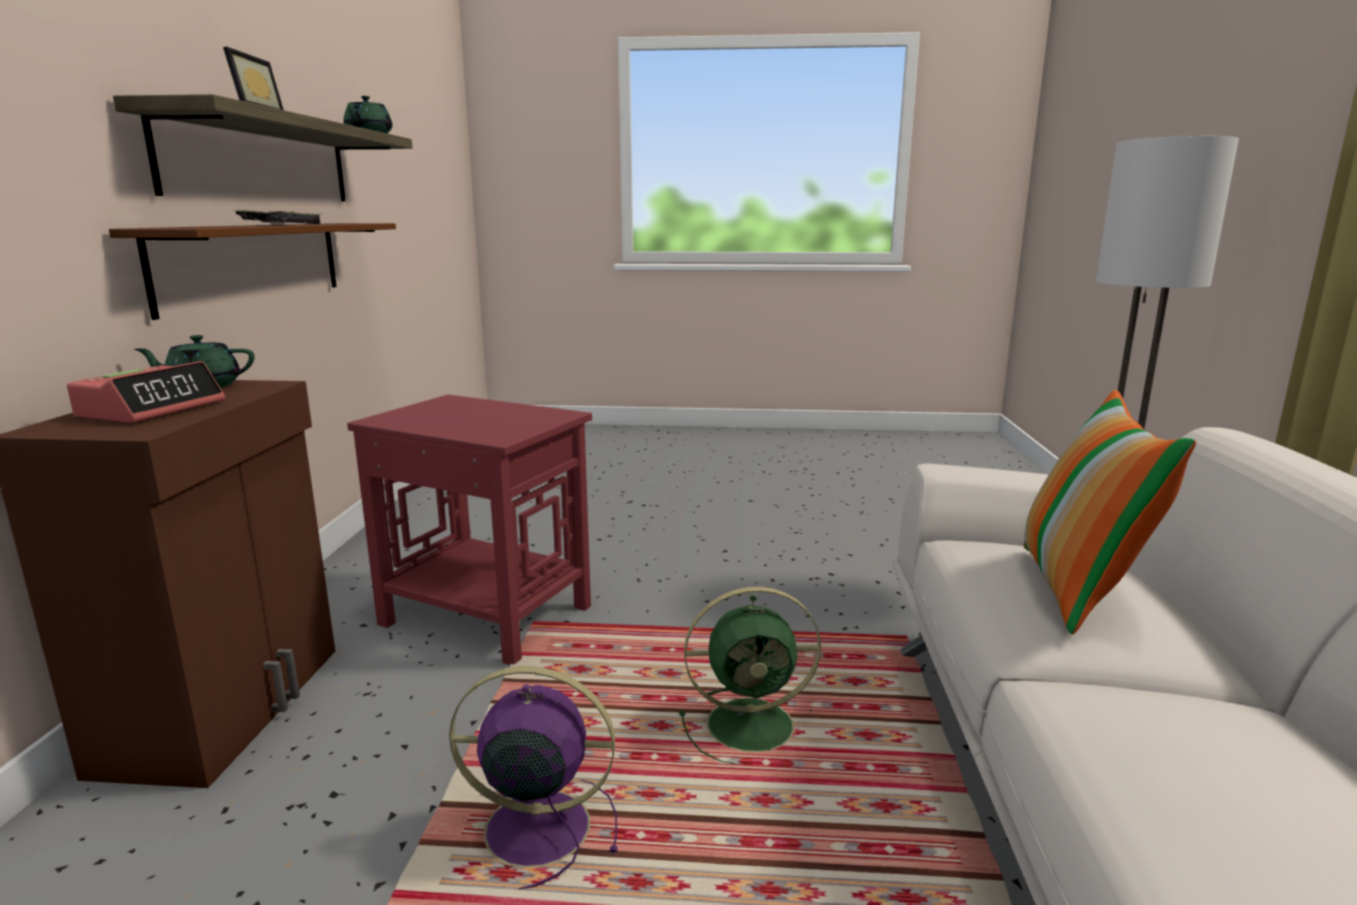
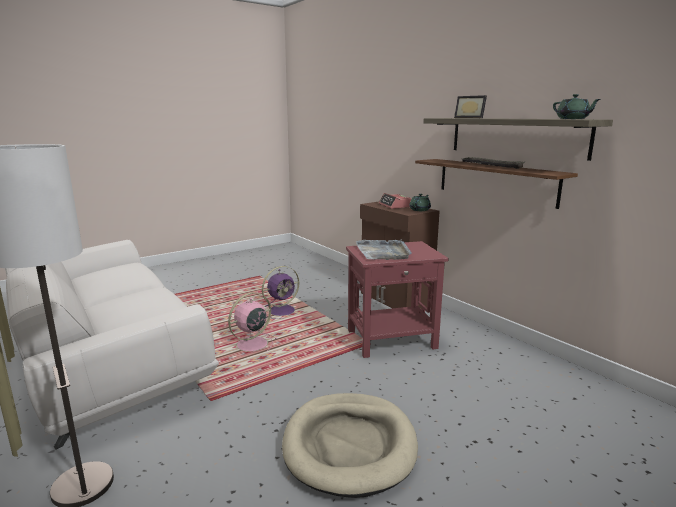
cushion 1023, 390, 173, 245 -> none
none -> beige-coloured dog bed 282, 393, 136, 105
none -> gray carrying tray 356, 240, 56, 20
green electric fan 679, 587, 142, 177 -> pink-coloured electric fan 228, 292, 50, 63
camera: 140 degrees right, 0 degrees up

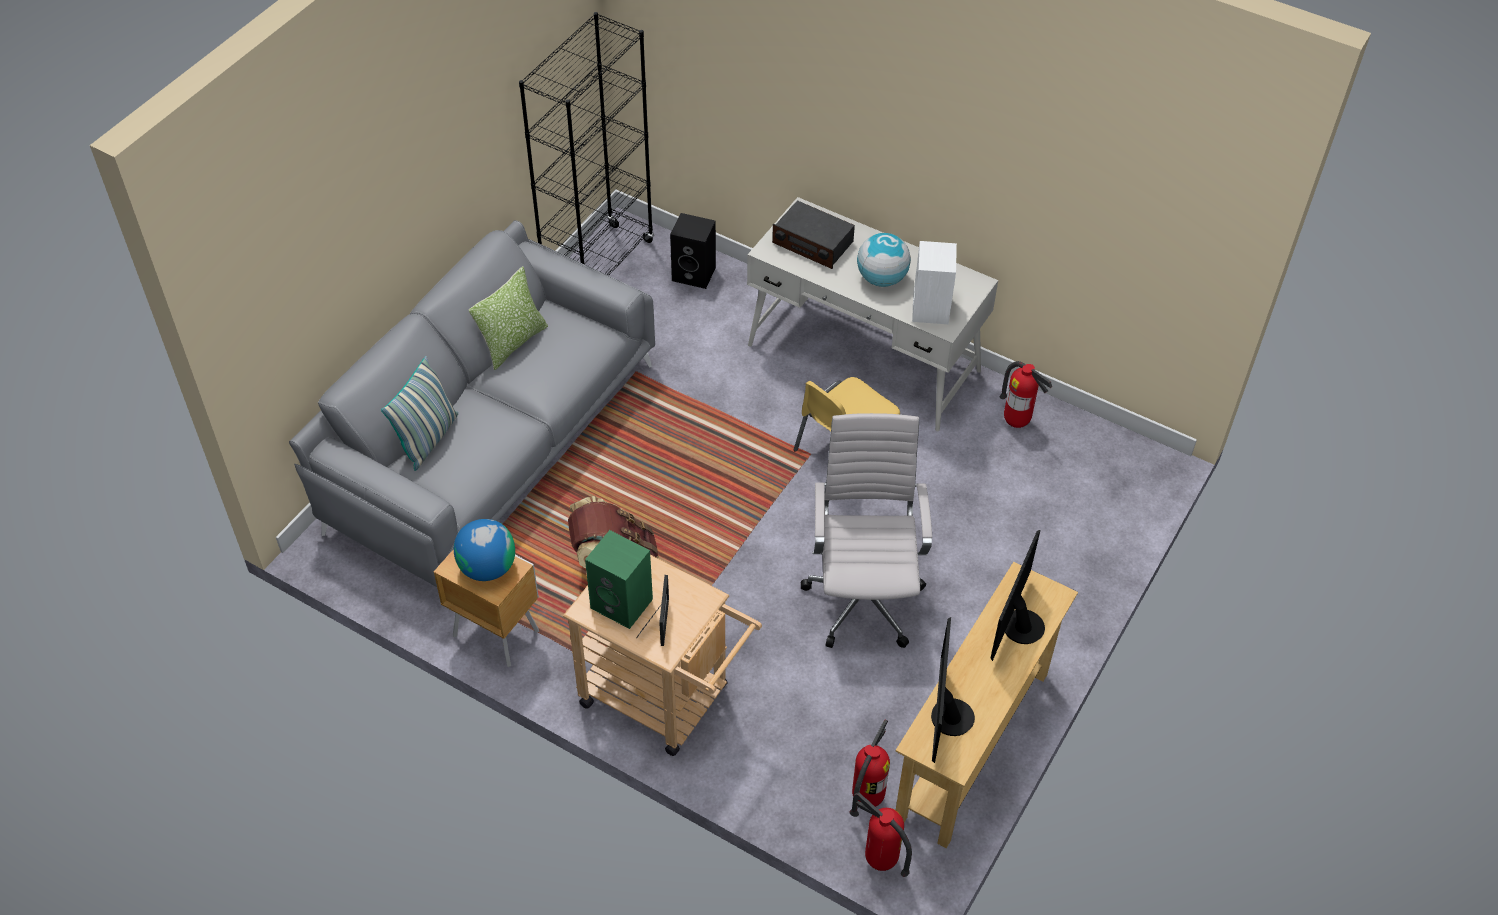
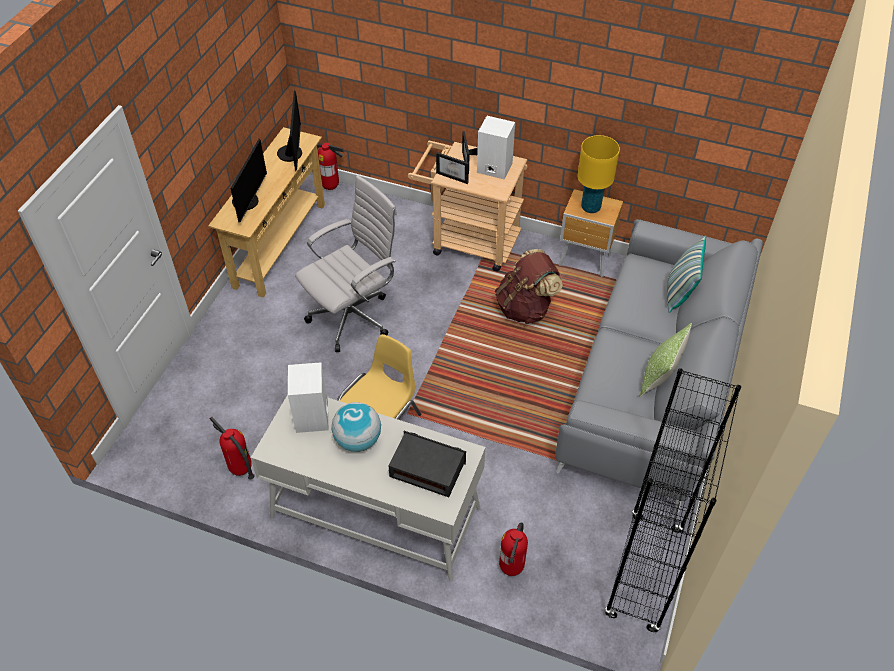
blackish audio speaker 670, 213, 46, 76 -> none
none -> picture frame 436, 152, 33, 32
extinguisher 849, 719, 41, 98 -> extinguisher 499, 522, 29, 54, relocated
globe 454, 519, 61, 62 -> yellowish tabletop lamp 578, 135, 42, 78
green audio speaker 585, 530, 68, 99 -> white-coloured audio speaker 477, 116, 38, 63
white-coloured office chair 801, 413, 131, 235 -> white-coloured office chair 295, 175, 102, 177, 120 degrees counterclockwise
camera: 170 degrees right, 0 degrees up

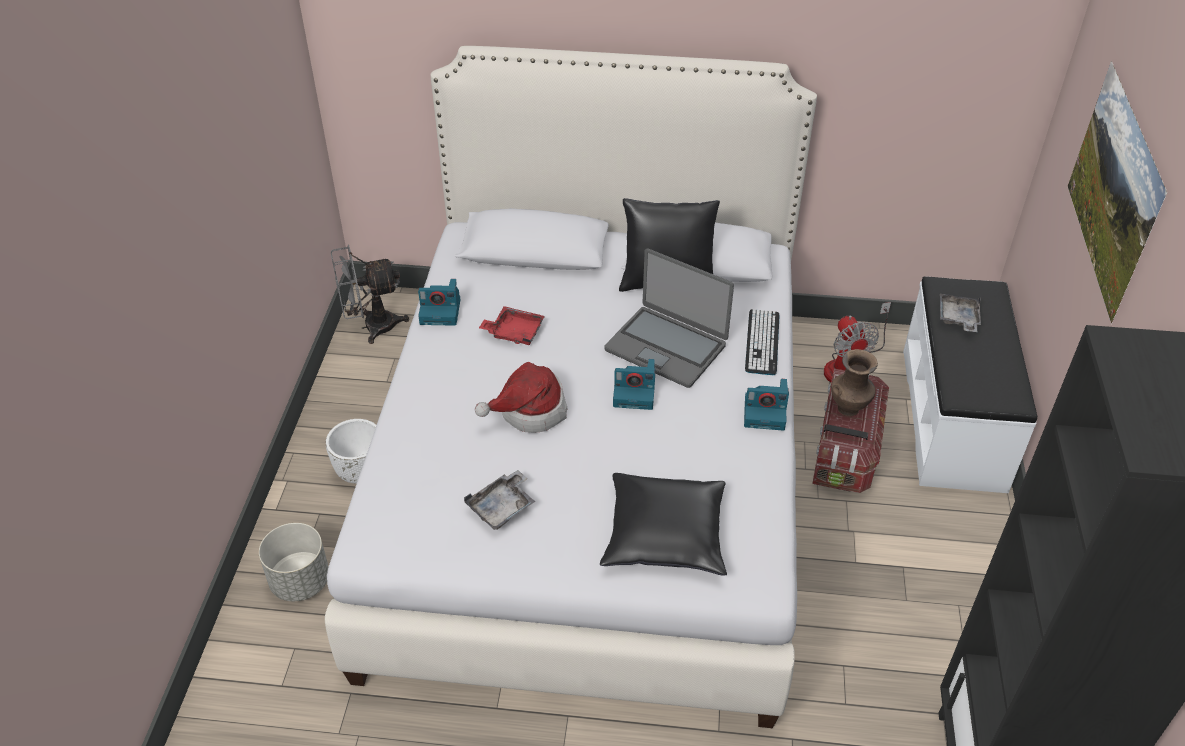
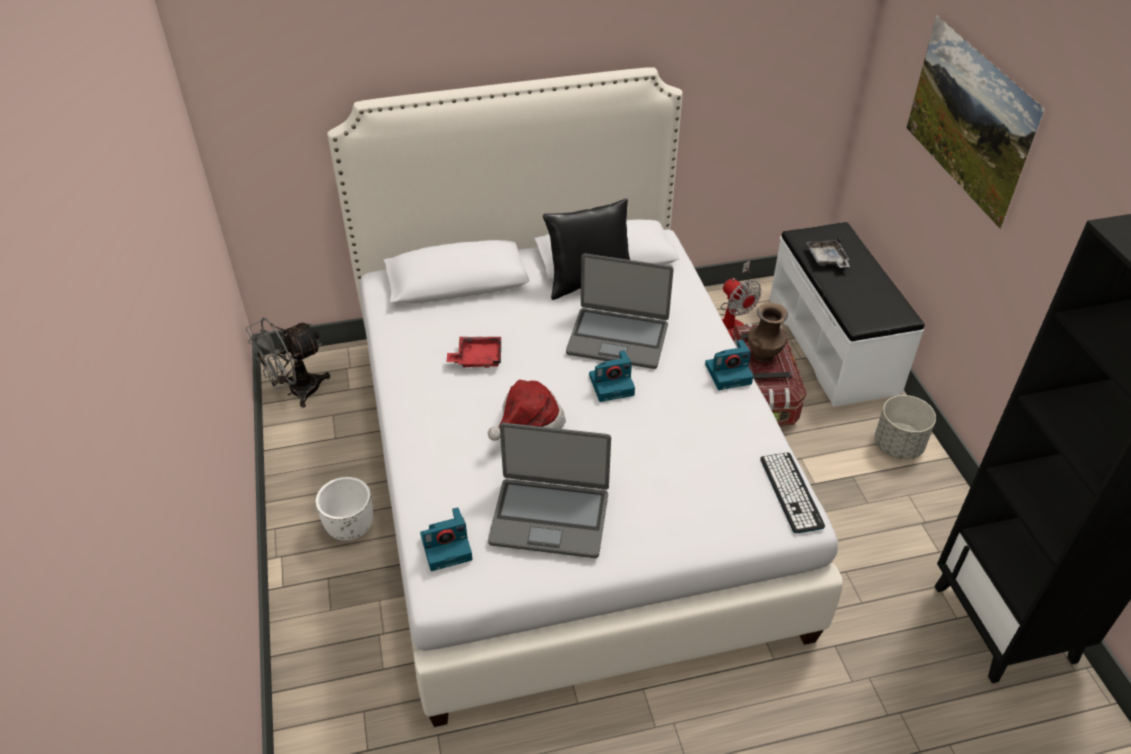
blackish cushion 600, 473, 127, 103 -> none
gray planter 259, 523, 70, 78 -> gray planter 875, 395, 61, 64, relocated
photo camera 418, 279, 42, 47 -> photo camera 420, 507, 52, 64, relocated
computer keyboard 745, 309, 35, 66 -> computer keyboard 760, 452, 65, 81, relocated
gray carrying tray 464, 470, 71, 60 -> portable computer 488, 423, 123, 135
camera: 20 degrees left, 0 degrees up

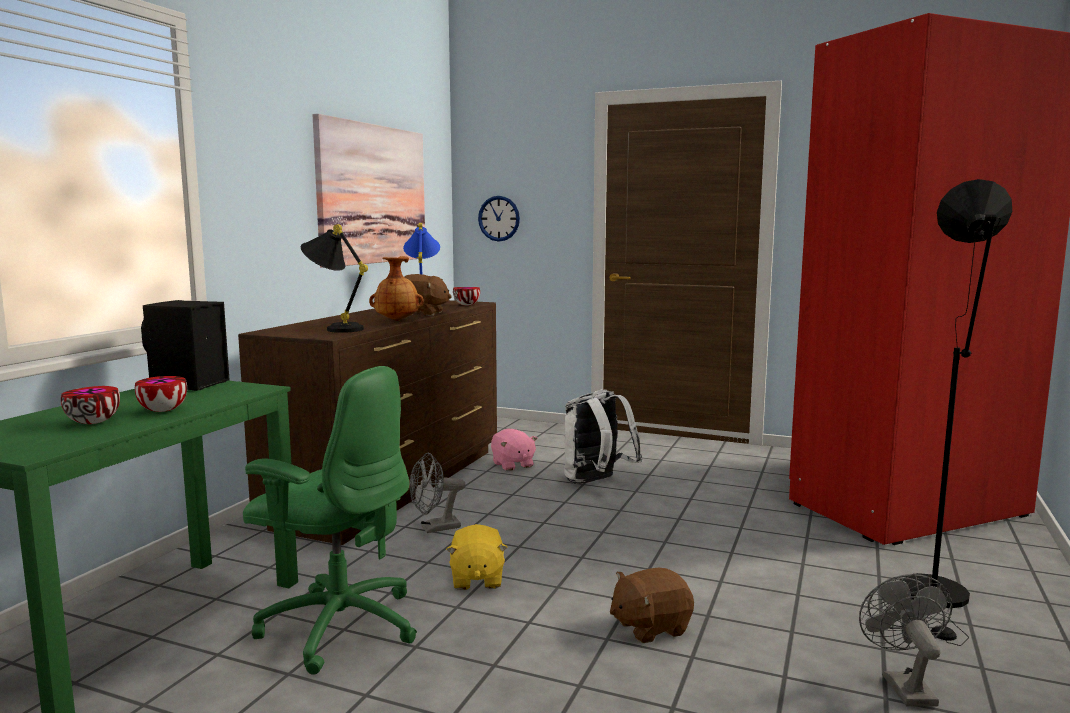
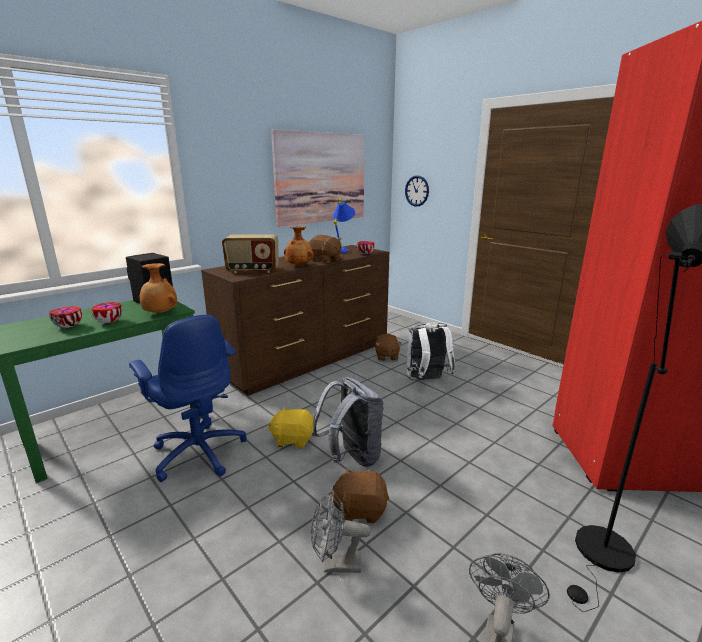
none -> brown decorative vase 140, 263, 37, 50
none -> gray backpack 312, 377, 72, 90
gray electric fan 410, 453, 55, 80 -> gray electric fan 311, 490, 60, 83, relocated
blackish tabletop lamp 301, 224, 67, 109 -> radio set 222, 234, 57, 39
green office chair 243, 366, 174, 309 -> bluish office chair 129, 315, 118, 167
pink-coloured cuddly toy 491, 429, 46, 42 -> brown cuddly toy 375, 334, 27, 27
yellowish cuddly toy 446, 524, 62, 66 -> yellowish cuddly toy 268, 407, 46, 41, 75 degrees clockwise
camera: 25 degrees right, 10 degrees up

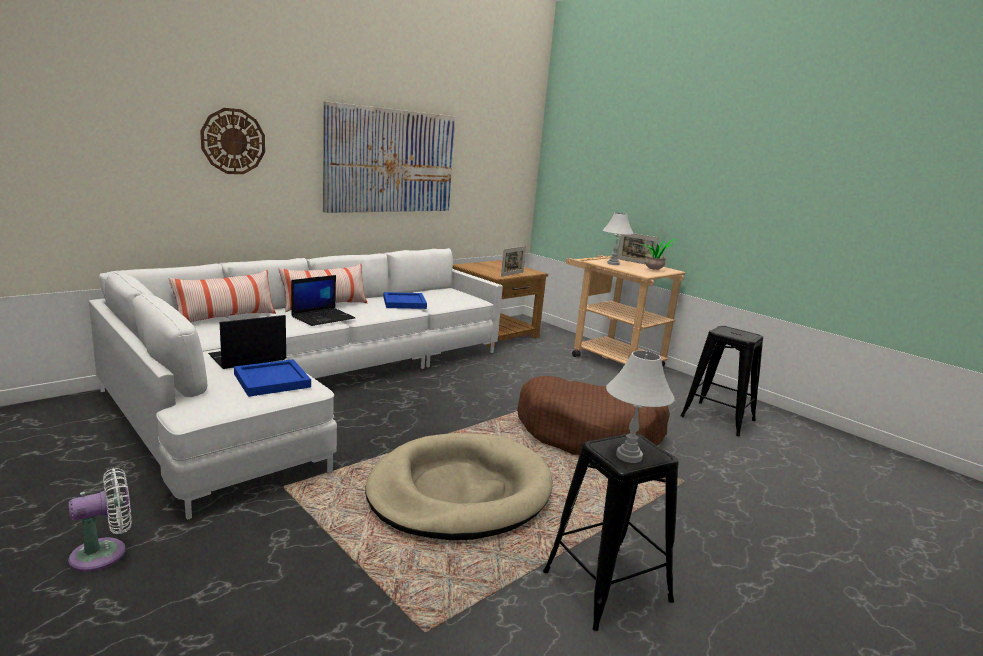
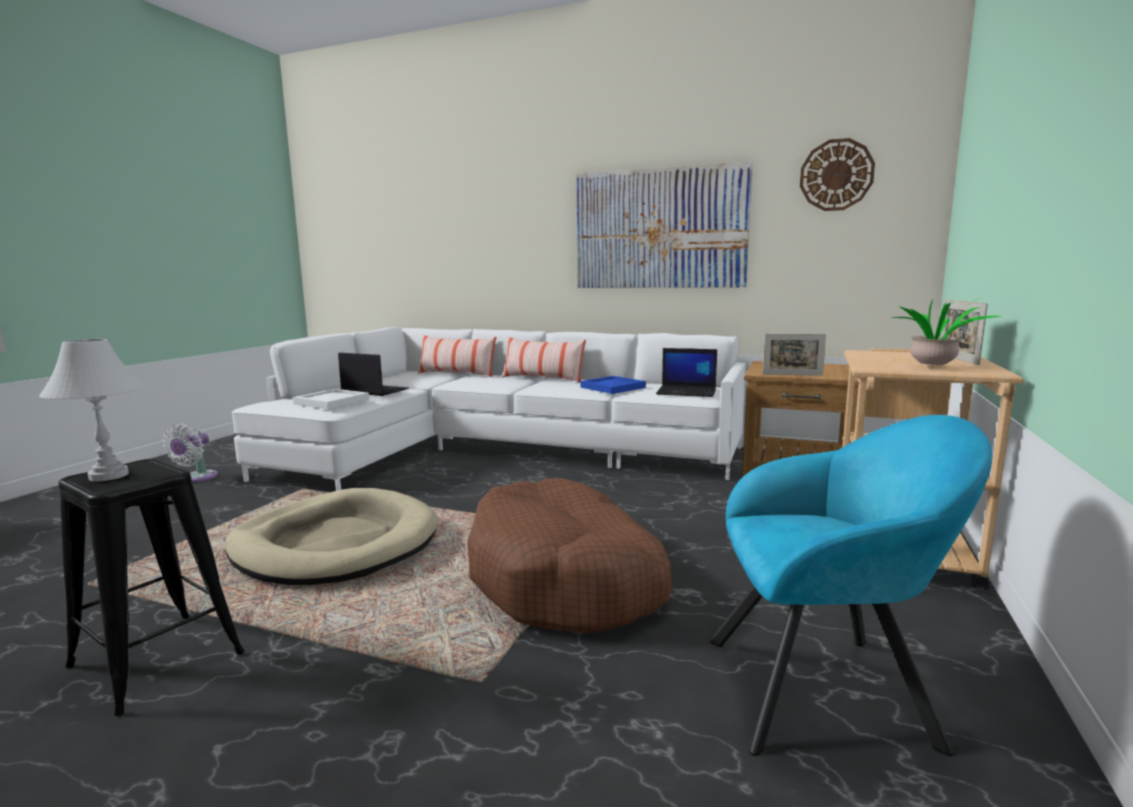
white-coloured tabletop lamp 603, 213, 31, 52 -> none
hanging clock 200, 108, 65, 66 -> hanging clock 800, 138, 75, 73, relocated
portable computer 291, 275, 64, 51 -> portable computer 656, 348, 61, 49, relocated
blackish stool seat 681, 326, 82, 111 -> turquoise-coloured armchair 710, 415, 283, 341
bluish carrying tray 234, 359, 77, 38 -> white-coloured carrying tray 293, 389, 76, 21
white-coloured electric fan 68, 468, 64, 104 -> white-coloured electric fan 163, 424, 55, 58, 75 degrees clockwise
camera: 65 degrees right, 5 degrees down

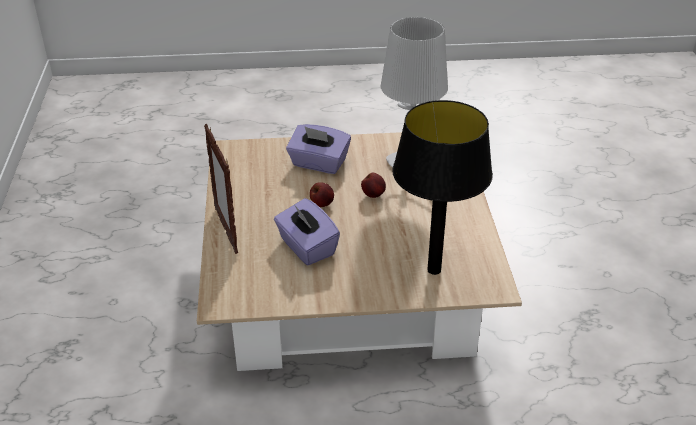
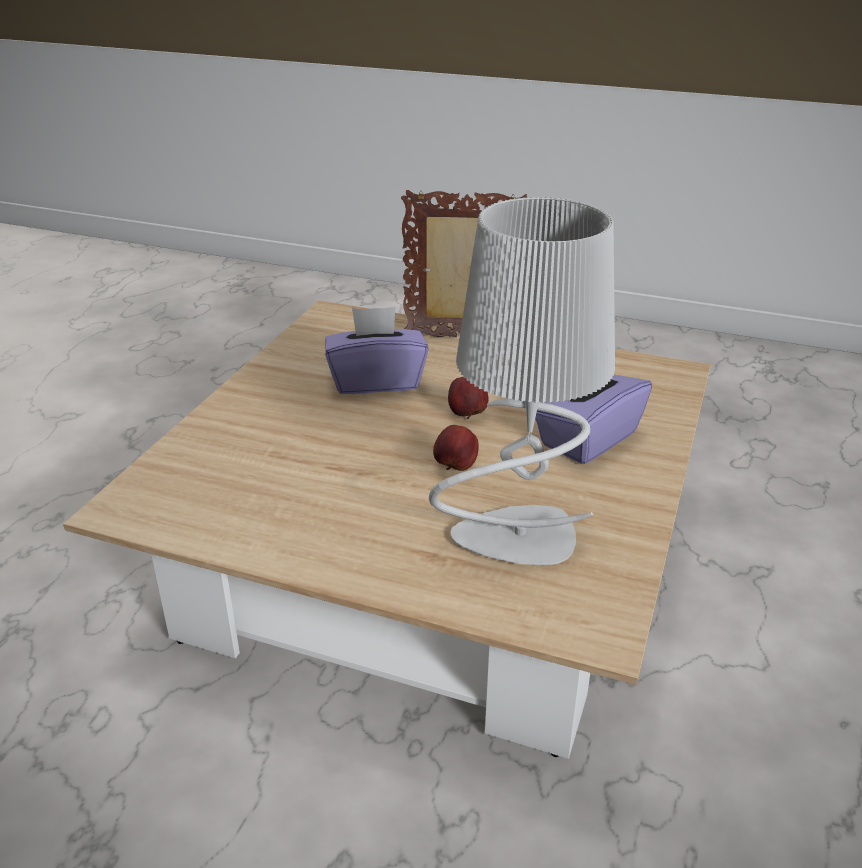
blackish tabletop lamp 392, 100, 101, 175 -> none
camera: 115 degrees right, 5 degrees down

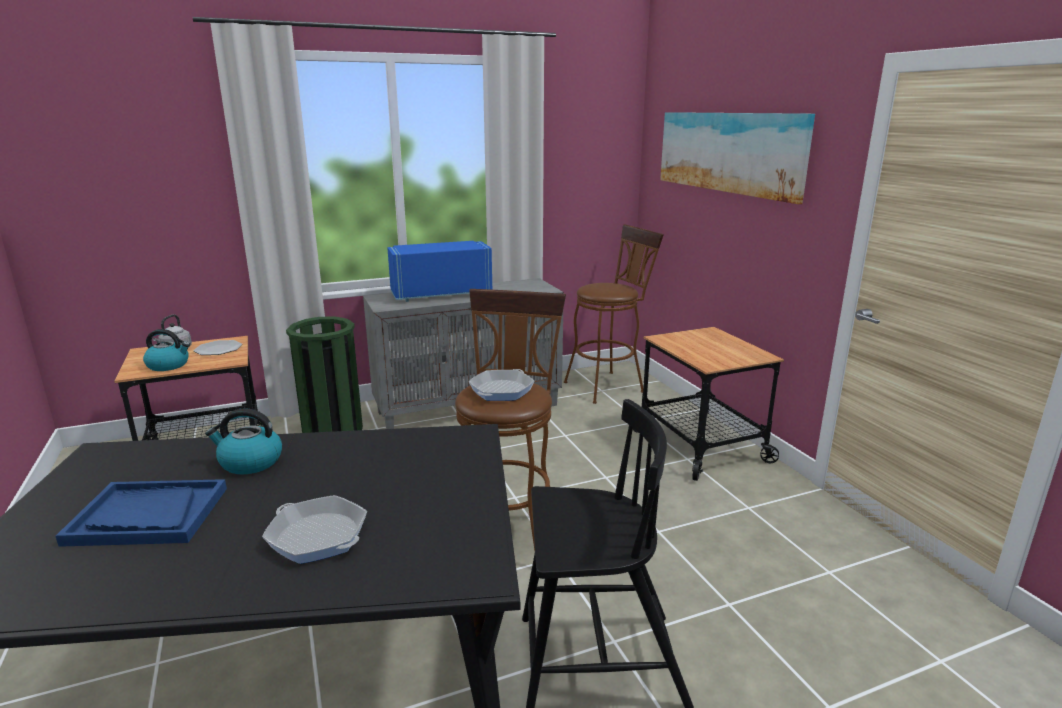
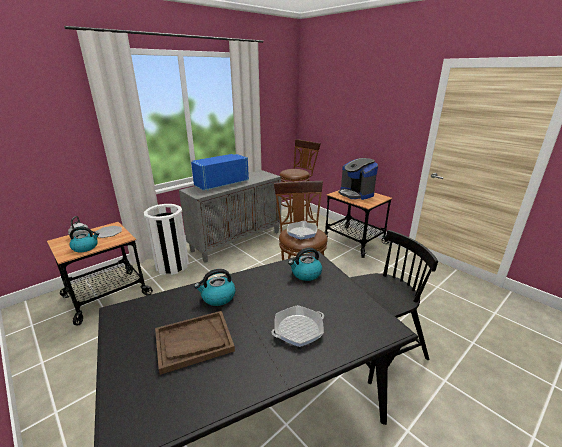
wall picture 660, 112, 155, 92 -> none
none -> tea kettle 288, 248, 34, 33
none -> coffee brewer 338, 158, 40, 42
bluish carrying tray 56, 479, 171, 68 -> brown carrying tray 155, 311, 80, 64
green trash can 286, 316, 77, 117 -> white-coloured trash can 144, 204, 45, 71
frying pan 262, 495, 105, 69 -> frying pan 272, 305, 52, 42, 45 degrees counterclockwise
camera: 20 degrees left, 5 degrees up

